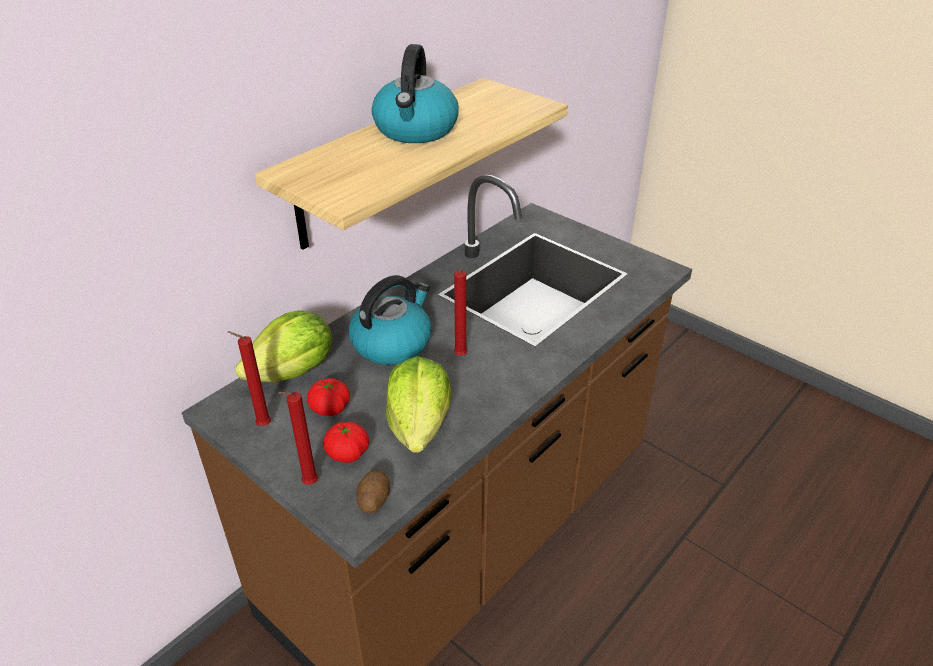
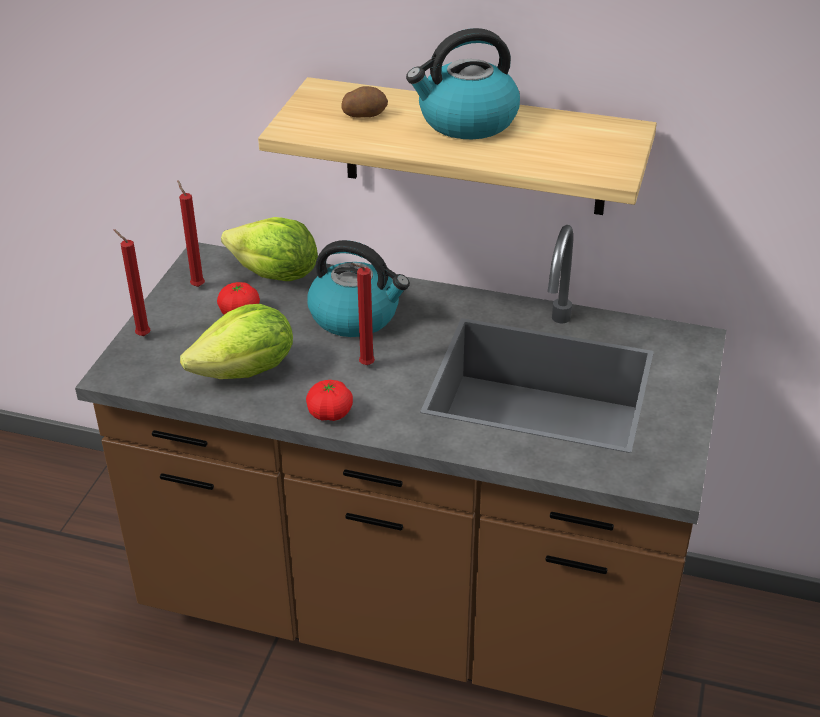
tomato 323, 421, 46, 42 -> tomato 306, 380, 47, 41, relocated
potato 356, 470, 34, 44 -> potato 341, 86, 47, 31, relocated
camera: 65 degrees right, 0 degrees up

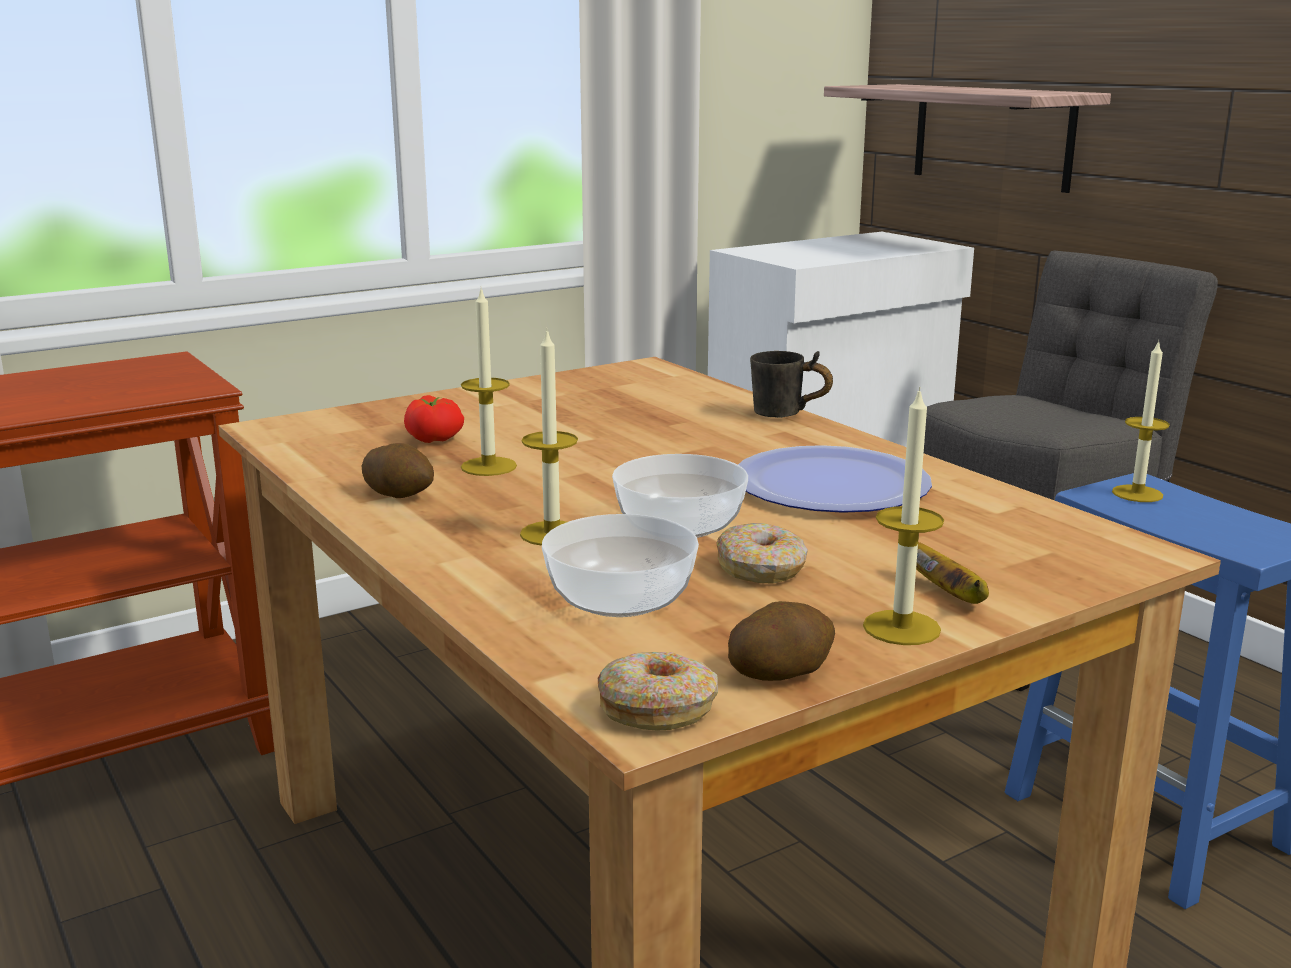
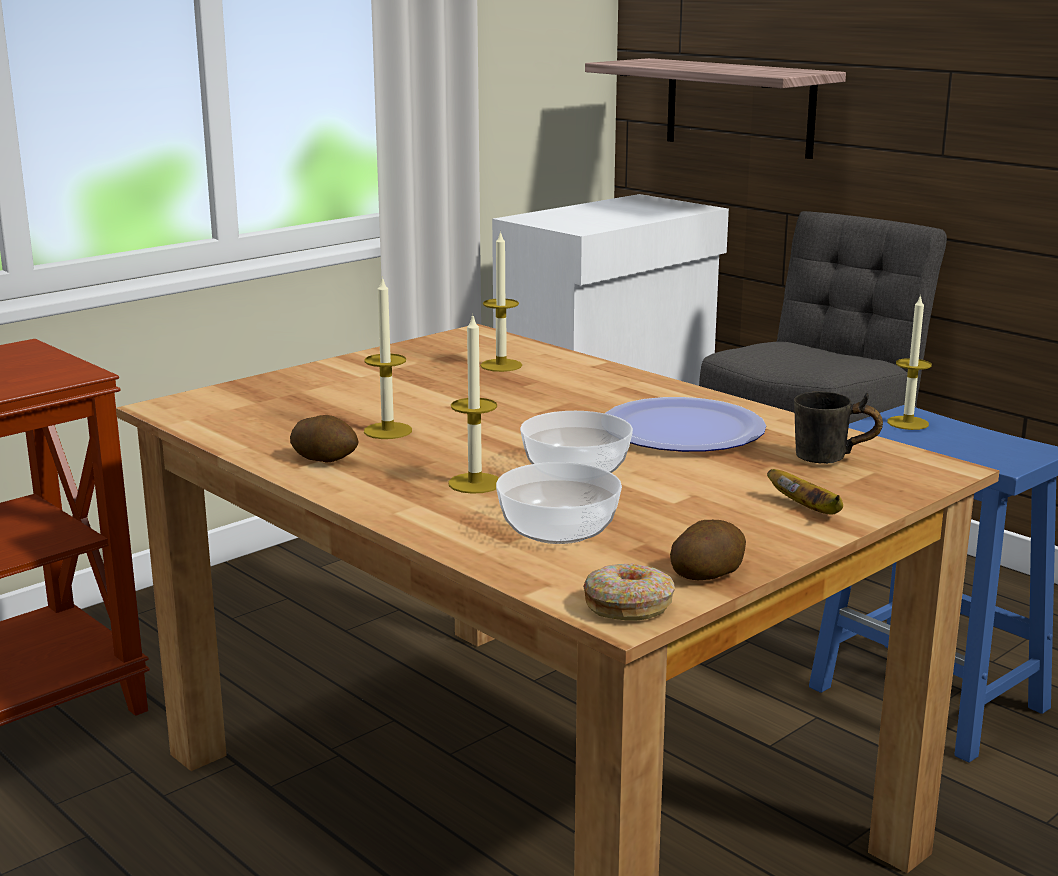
tomato 404, 395, 60, 48 -> none
doughnut 716, 523, 92, 60 -> none
gray tea mug 750, 351, 83, 67 -> gray tea mug 794, 392, 89, 72, relocated
wax light 863, 387, 81, 258 -> wax light 480, 230, 42, 142, relocated
camera: 10 degrees left, 0 degrees up

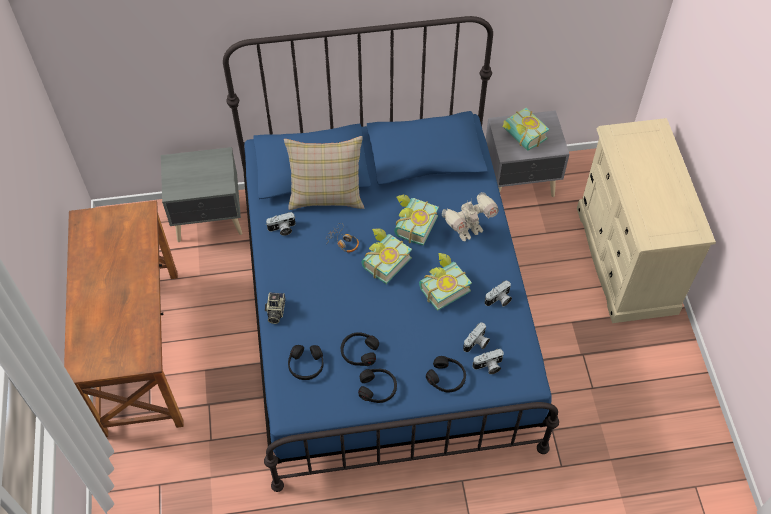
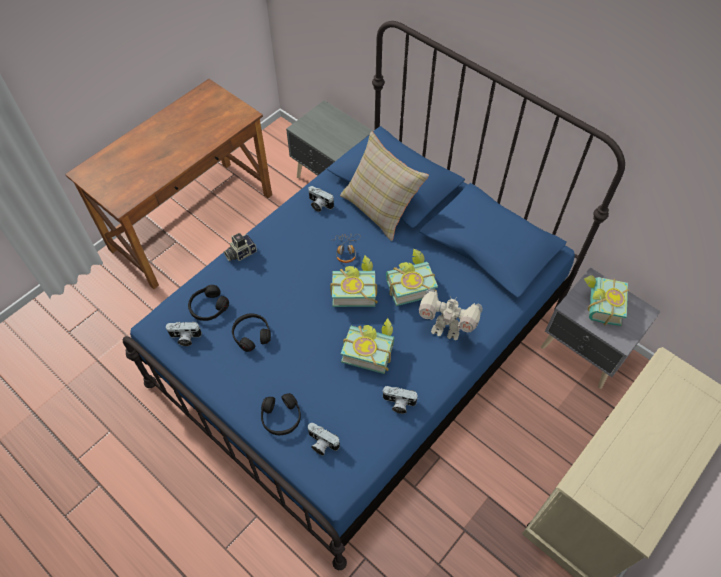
blackish pair of headphones 358, 369, 39, 34 -> none
photo camera 463, 322, 27, 30 -> photo camera 166, 322, 36, 24, relocated
camera: 50 degrees right, 0 degrees up

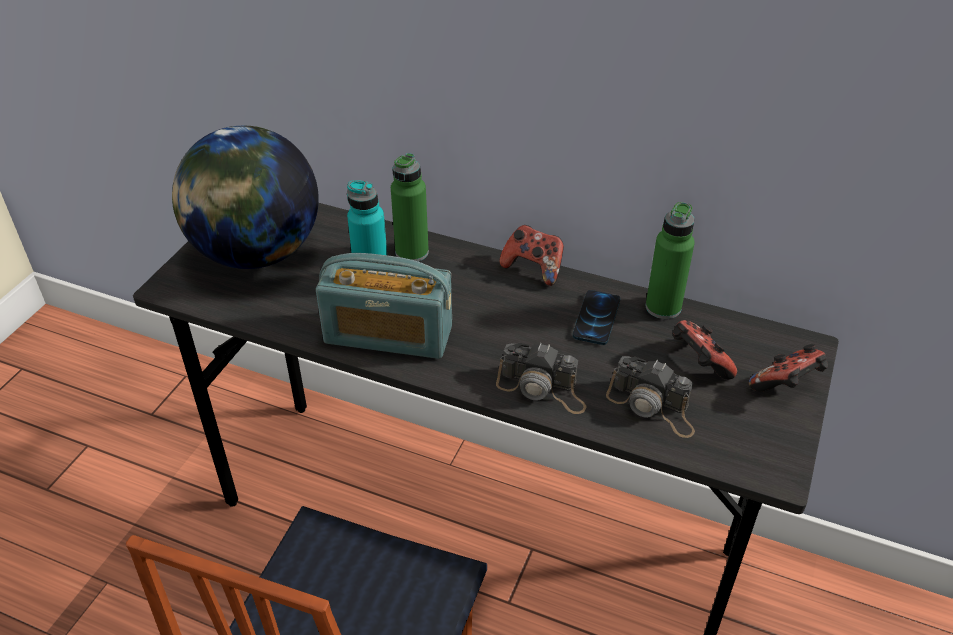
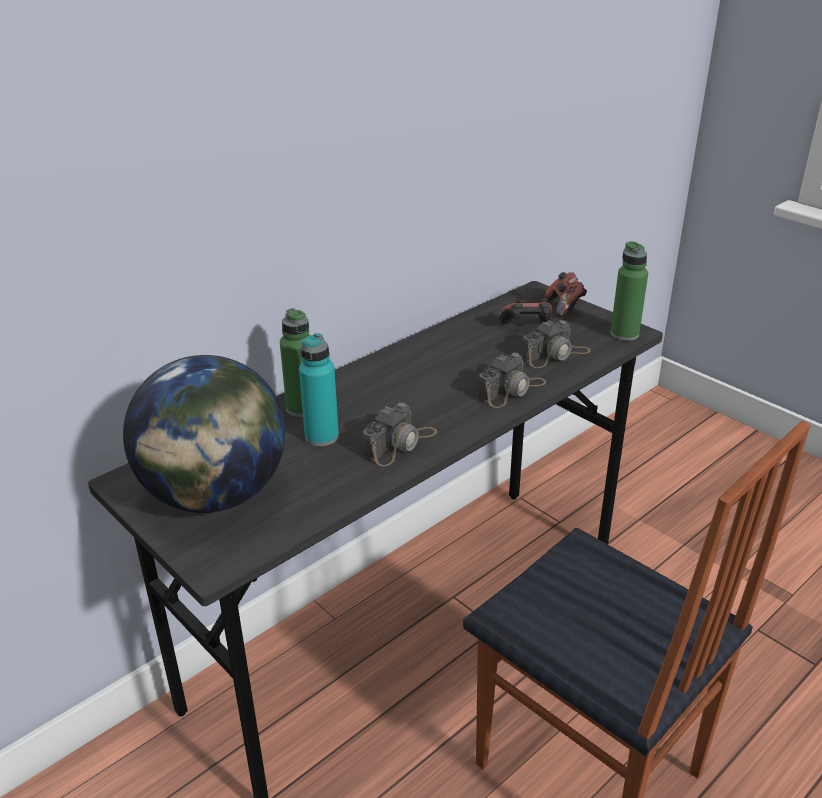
game controller 500, 225, 64, 61 -> none
telephone 573, 290, 48, 55 -> none
green beverage bottle 646, 202, 49, 117 -> green beverage bottle 610, 241, 38, 100, relocated
radio set 316, 253, 136, 106 -> photo camera 363, 402, 74, 65
camera: 65 degrees left, 10 degrees down

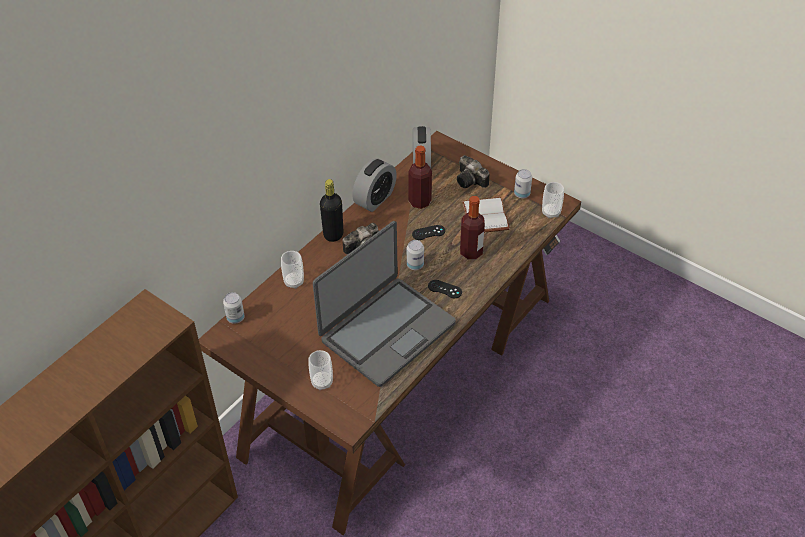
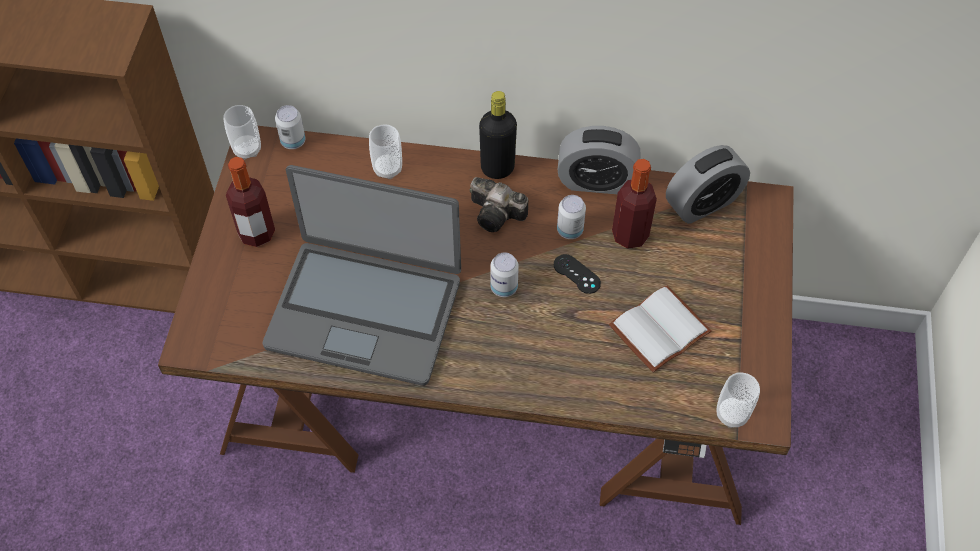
blackish game controller 428, 280, 34, 18 -> none
photo camera 457, 155, 33, 33 -> none
drinking cup 308, 350, 25, 40 -> drinking cup 223, 105, 38, 55, relocated
beverage bottle 460, 196, 25, 63 -> beverage bottle 226, 157, 49, 90, relocated
can 514, 169, 18, 29 -> can 557, 195, 29, 44, relocated
camera: 60 degrees right, 10 degrees up

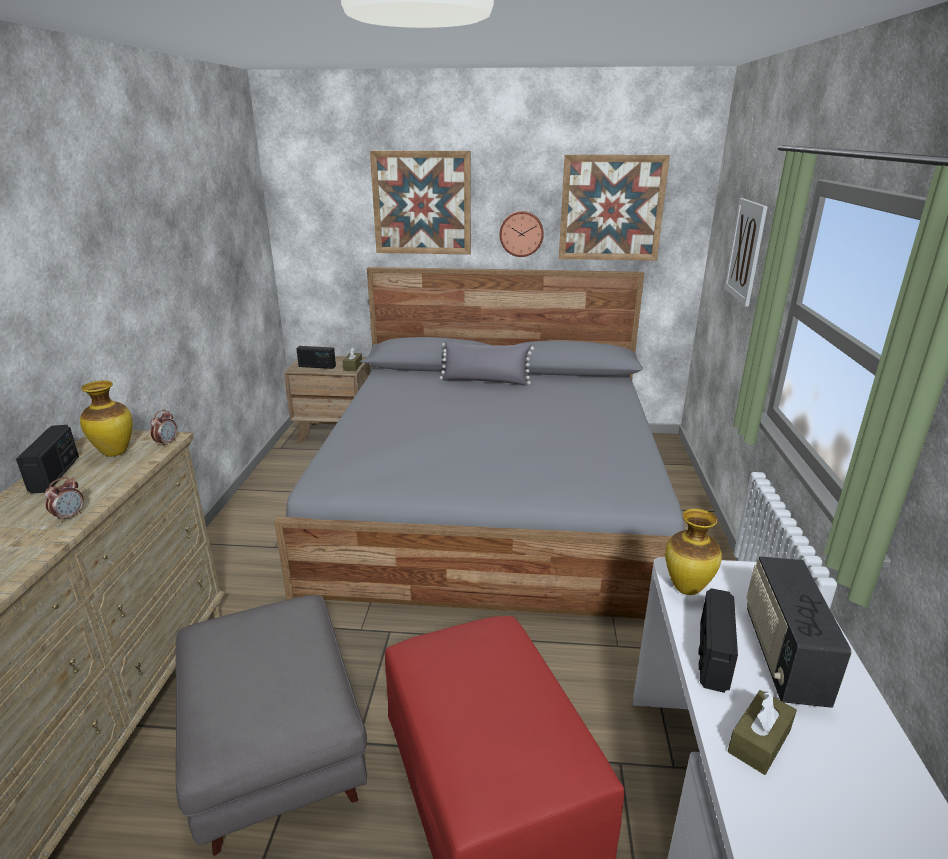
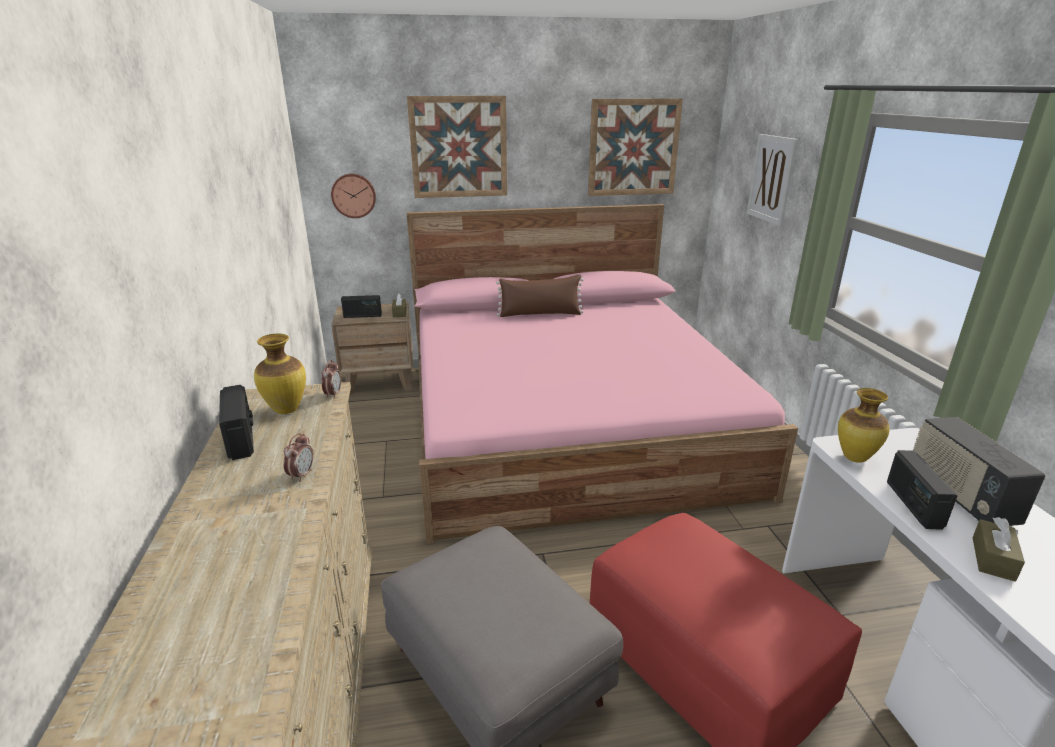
hanging clock 500, 211, 44, 46 -> hanging clock 331, 174, 45, 44, relocated
gray bedroom bed 274, 267, 410, 352 -> pink-coloured bedroom bed 407, 204, 391, 340
gray cushion 440, 341, 94, 45 -> brown cushion 496, 274, 88, 43
camera: 15 degrees left, 0 degrees up

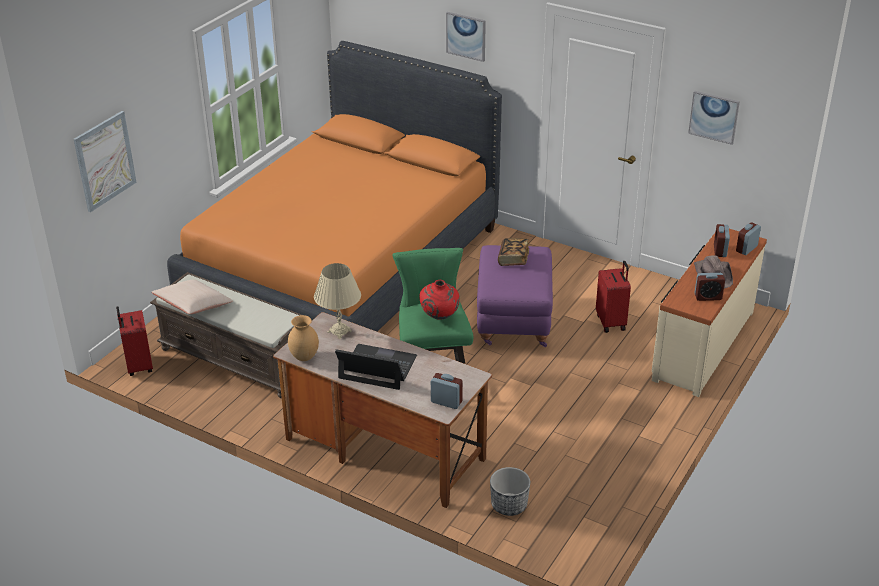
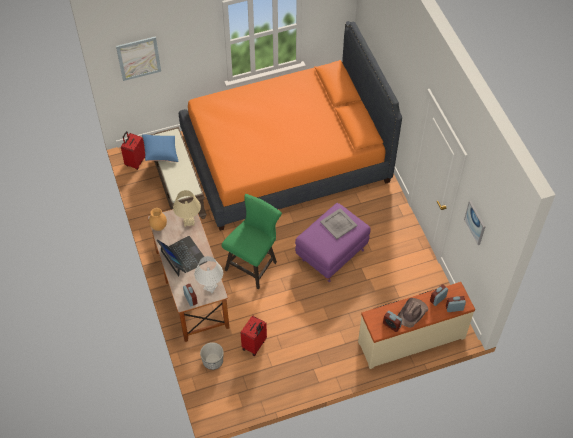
red decorative vase 419, 280, 41, 40 -> none
wall picture 446, 12, 40, 50 -> none
none -> white-coloured tabletop lamp 194, 256, 29, 38
red travel case 596, 261, 35, 72 -> red travel case 241, 315, 26, 41, relocated
book 498, 238, 31, 28 -> gray carrying tray 320, 208, 37, 31
beige-coloured cushion 151, 280, 82, 34 -> bluish cushion 142, 134, 37, 28
camera: 40 degrees right, 20 degrees up

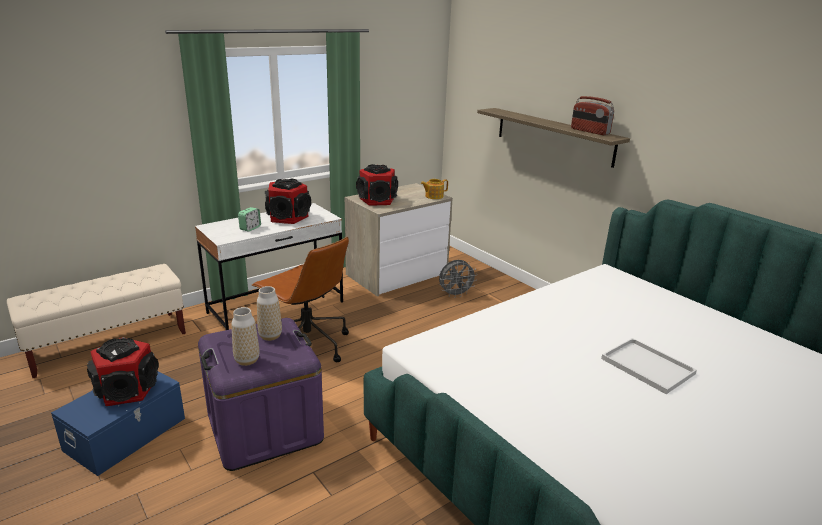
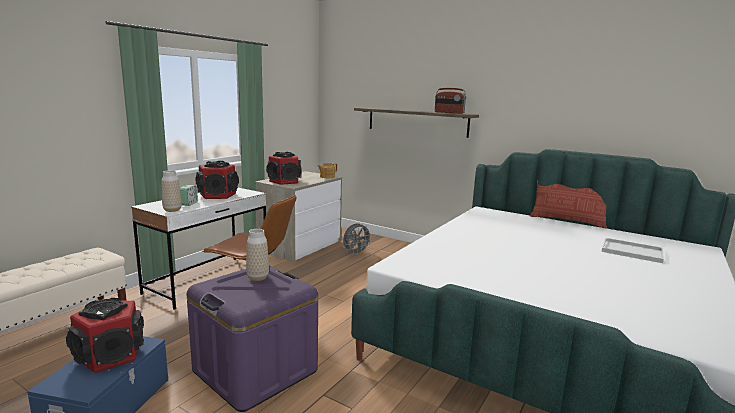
none -> cushion 530, 180, 77, 48
decorative vase 232, 307, 27, 59 -> decorative vase 162, 170, 20, 42, relocated
white-coloured carrying tray 601, 338, 96, 56 -> white-coloured carrying tray 601, 238, 63, 25, relocated
camera: 20 degrees left, 10 degrees down

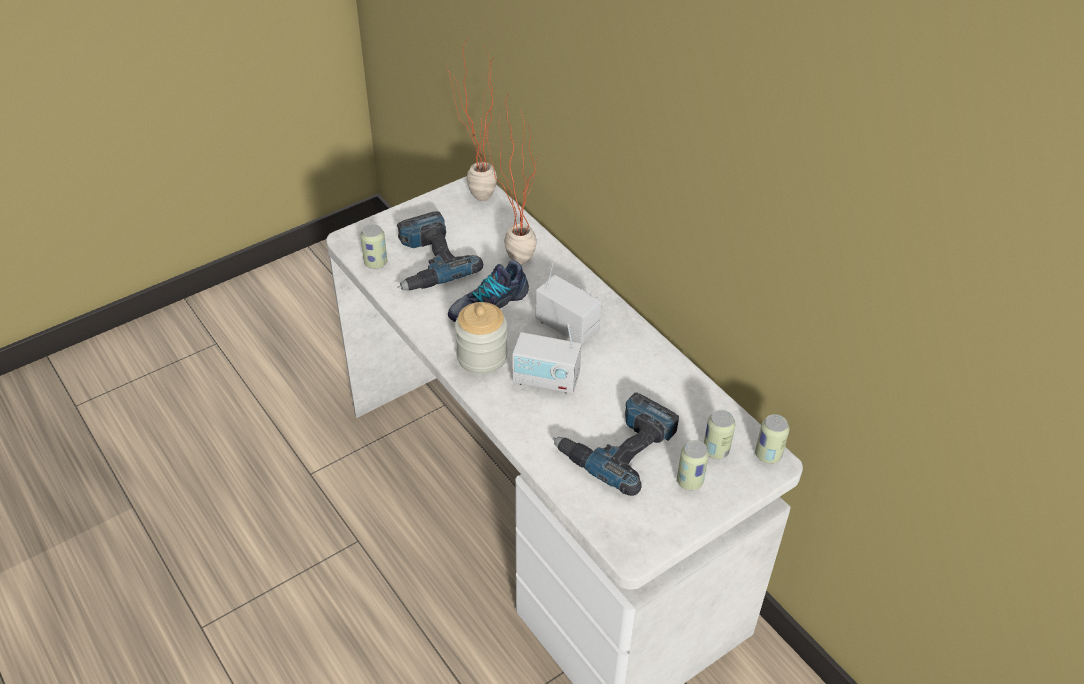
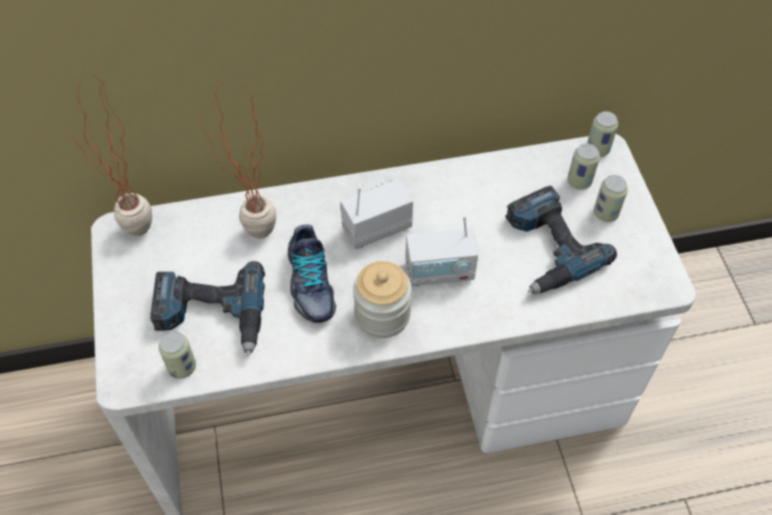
radio set 512, 323, 69, 71 -> radio set 405, 216, 73, 70, 45 degrees clockwise
camera: 65 degrees left, 10 degrees up

